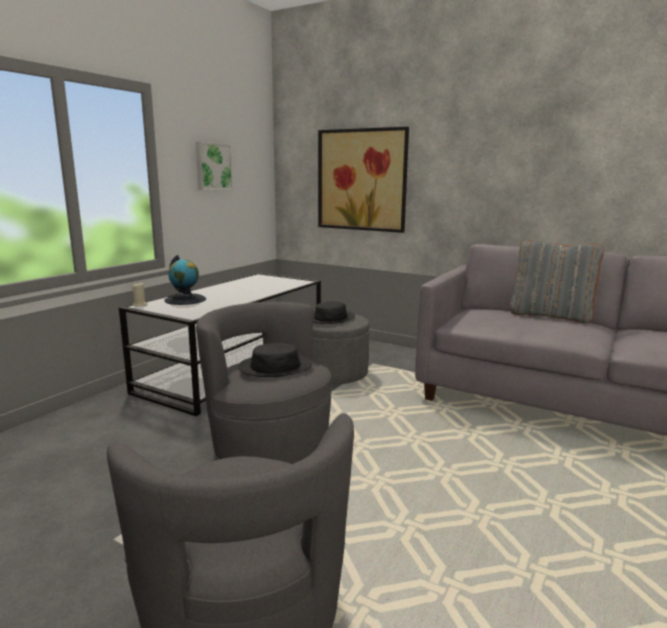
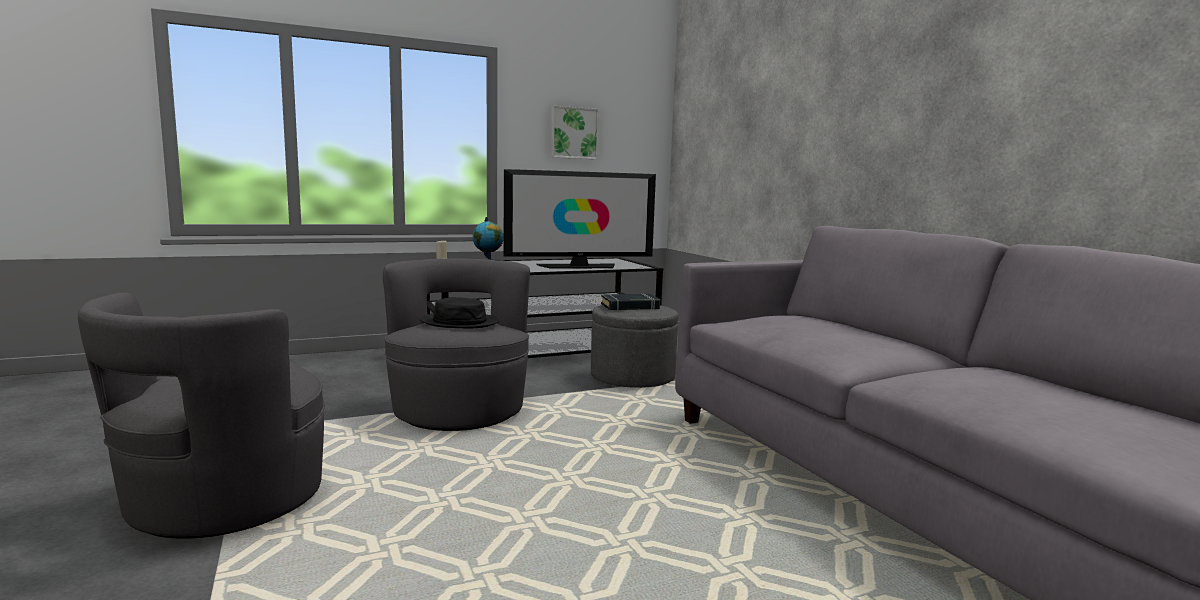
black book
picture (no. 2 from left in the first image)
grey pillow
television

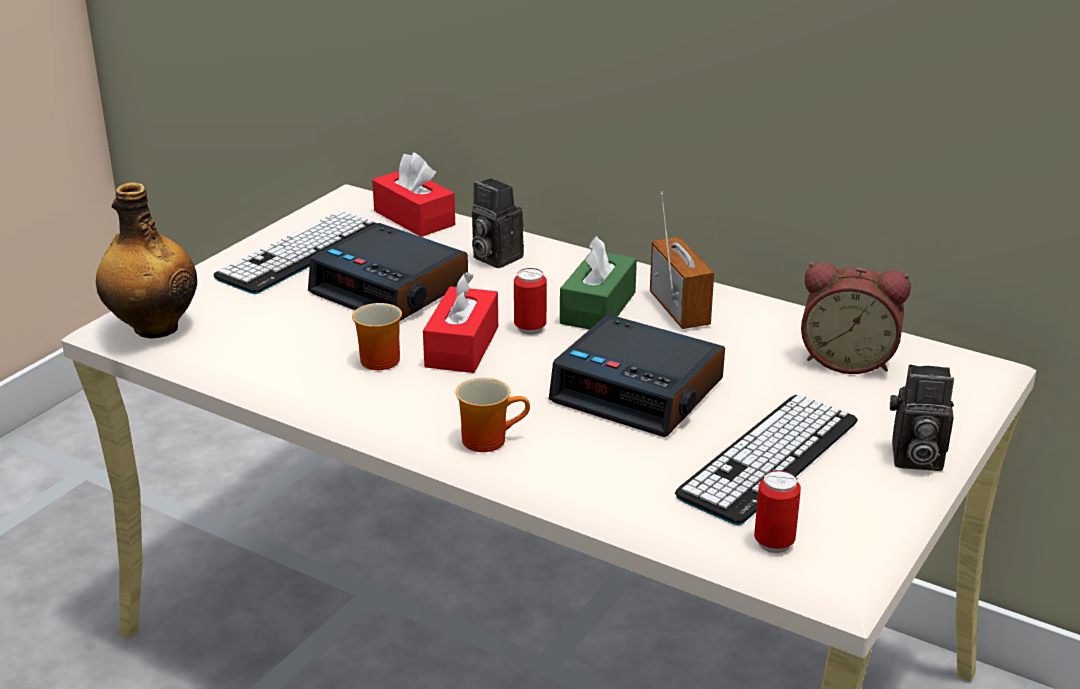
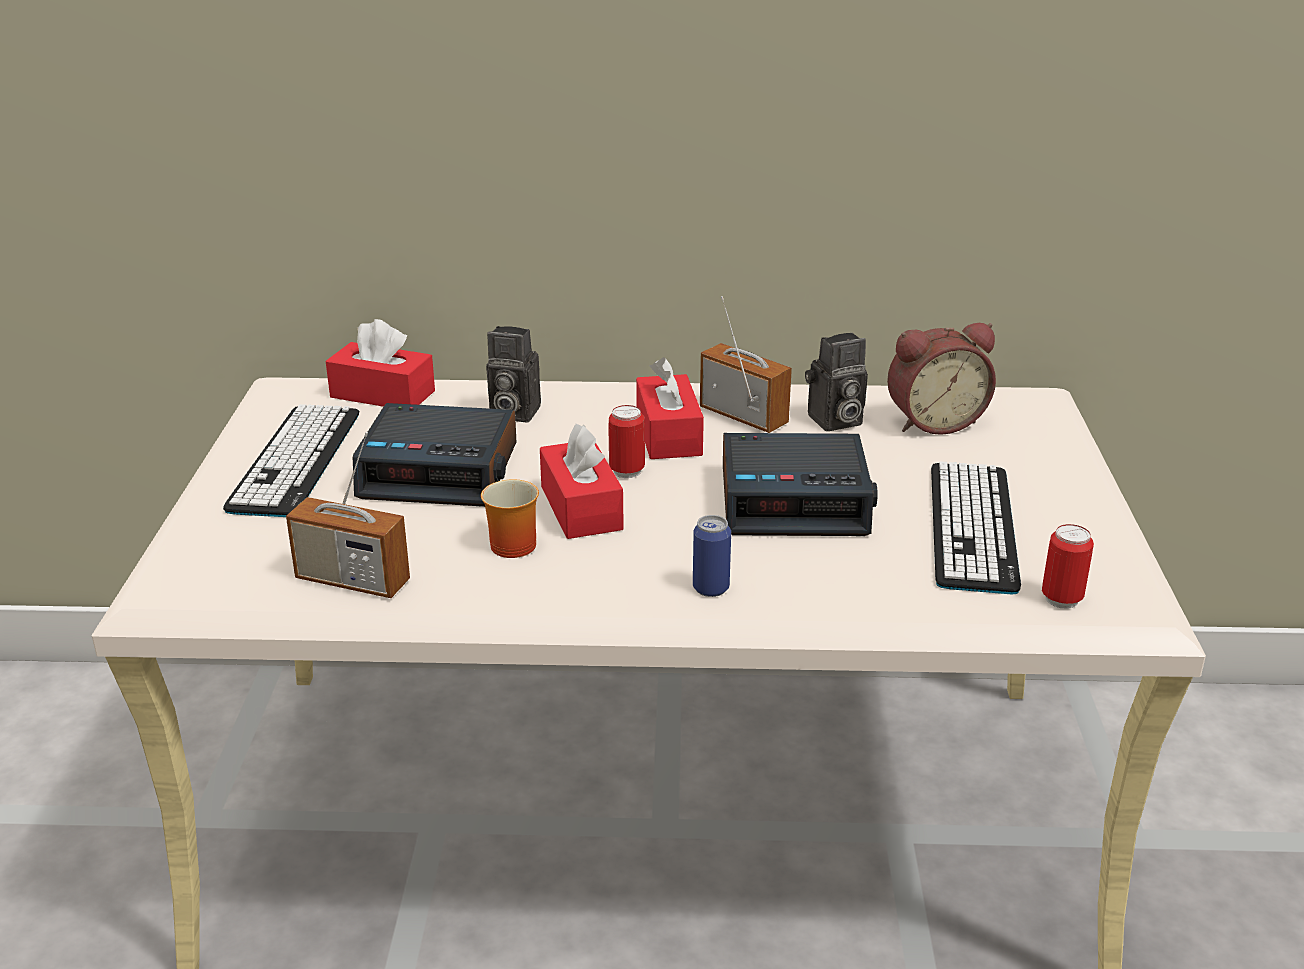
bottle
can (no. 2 from left)
red tissue box (no. 3 from left)
photo camera (no. 2 from left)
radio (no. 1 from left)

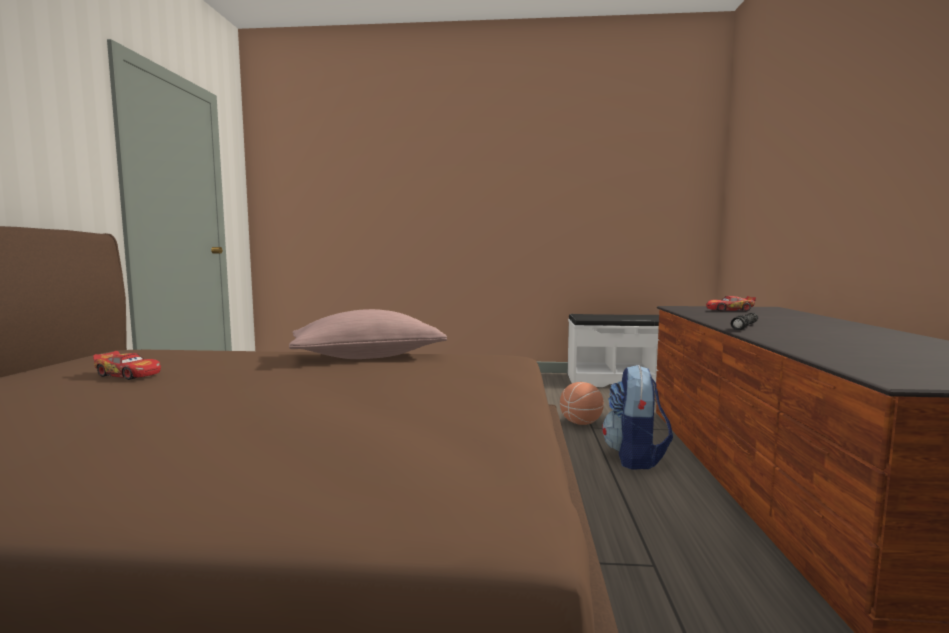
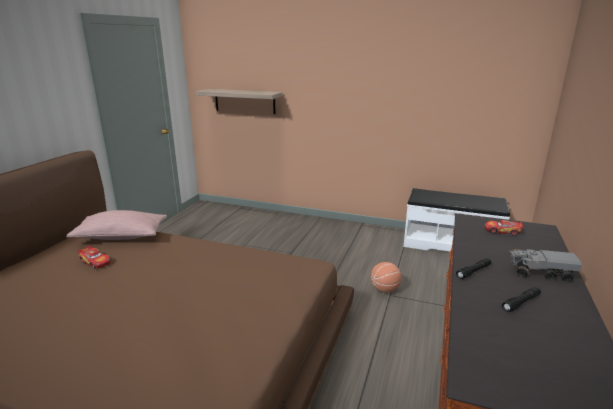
pink pillow
backpack
shelf
black flashlight (no. 2 from left)
toy truck

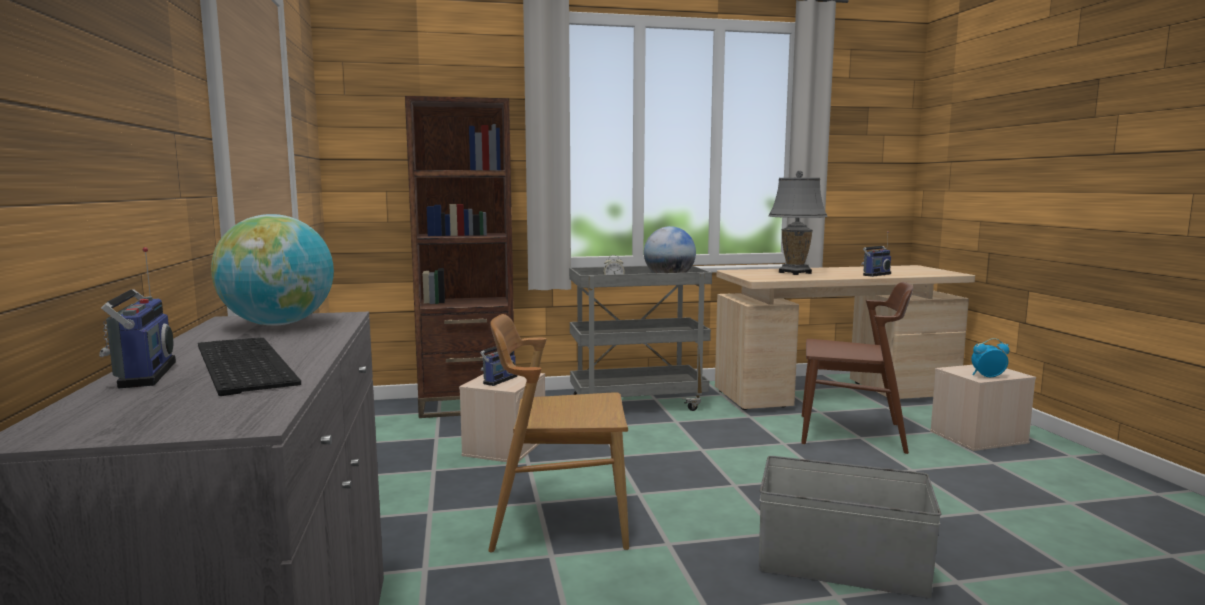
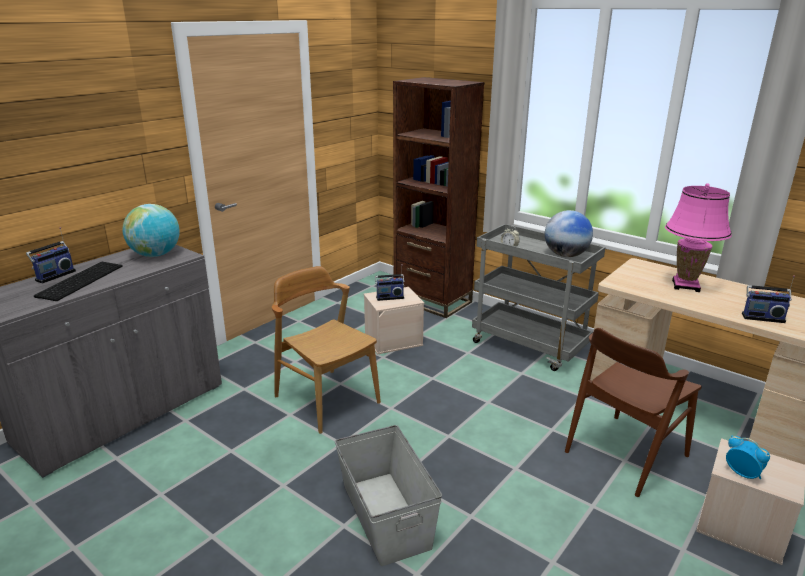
pink table lamp
brown chair (no. 2 from left)

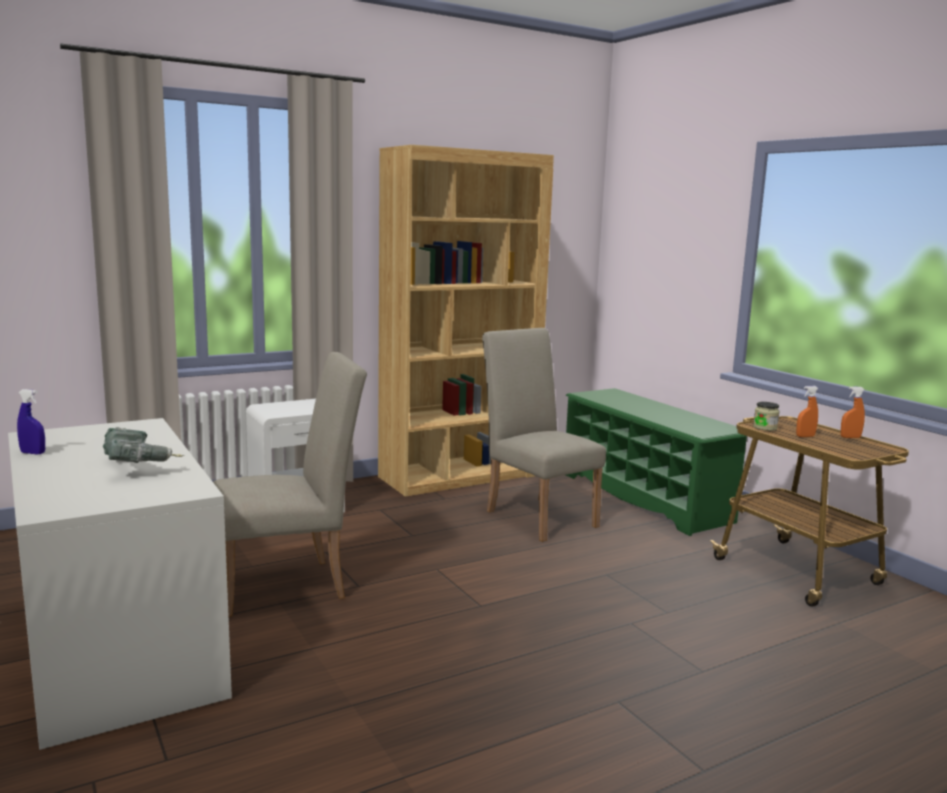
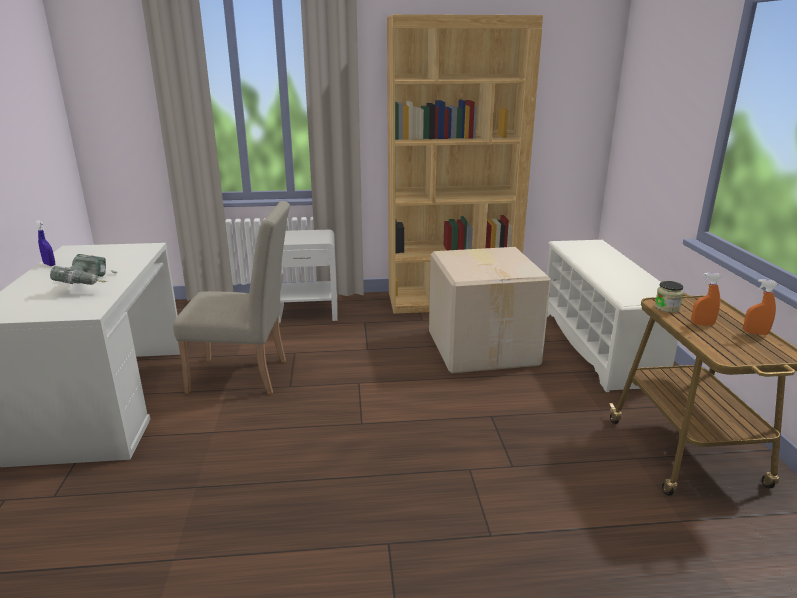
cardboard box
white shoe rack

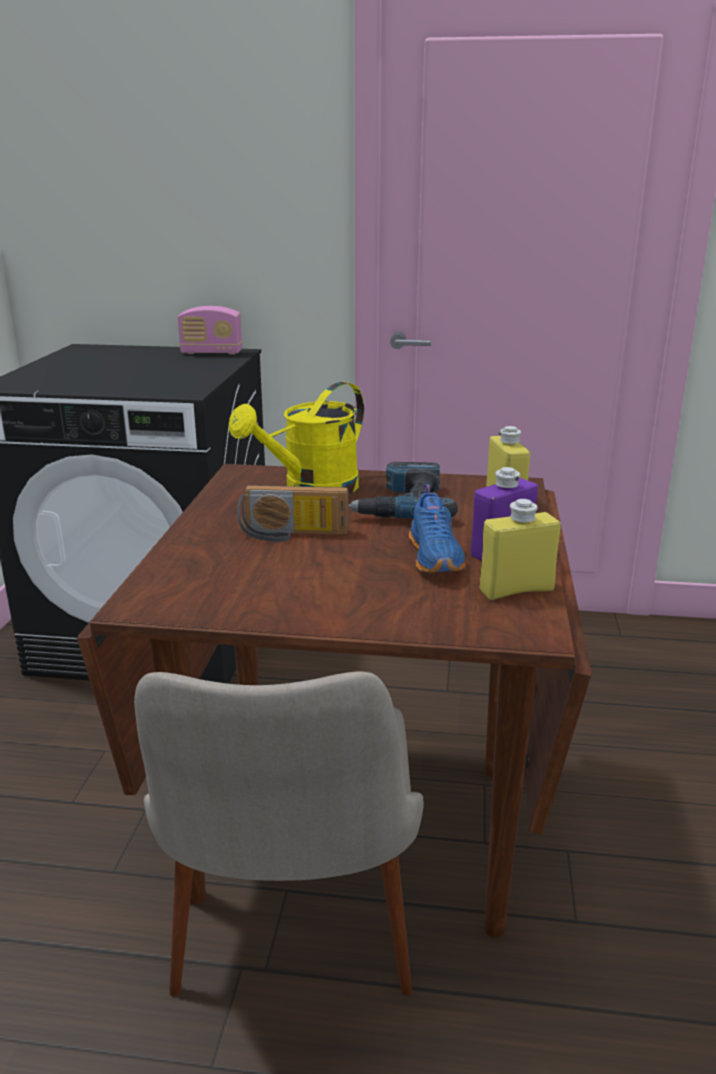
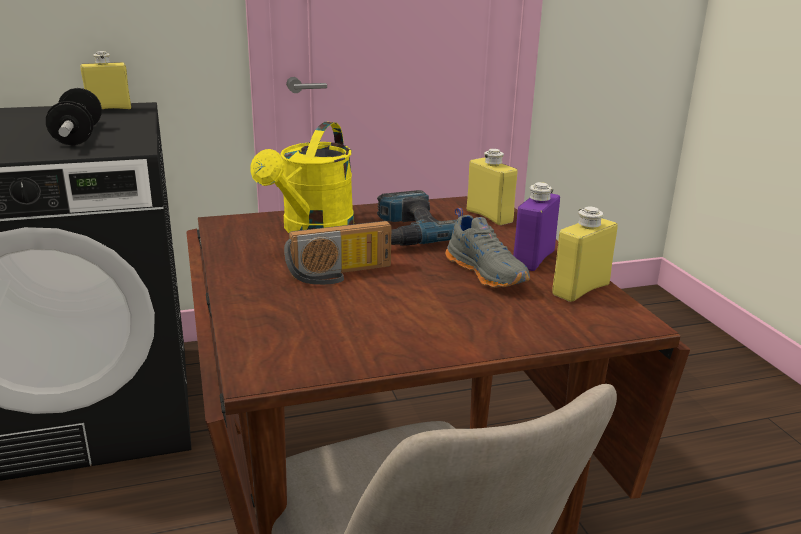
yellow bottle (no. 1 from left)
grey shoe
dumbbell

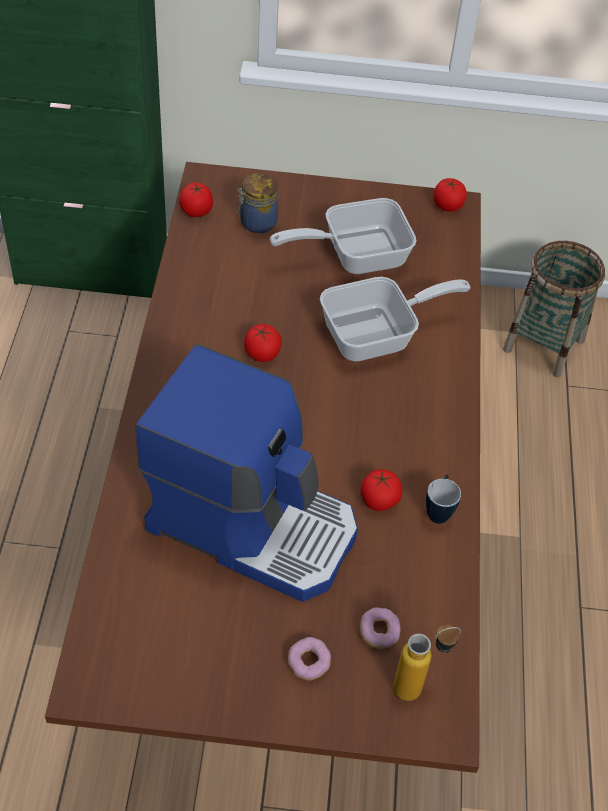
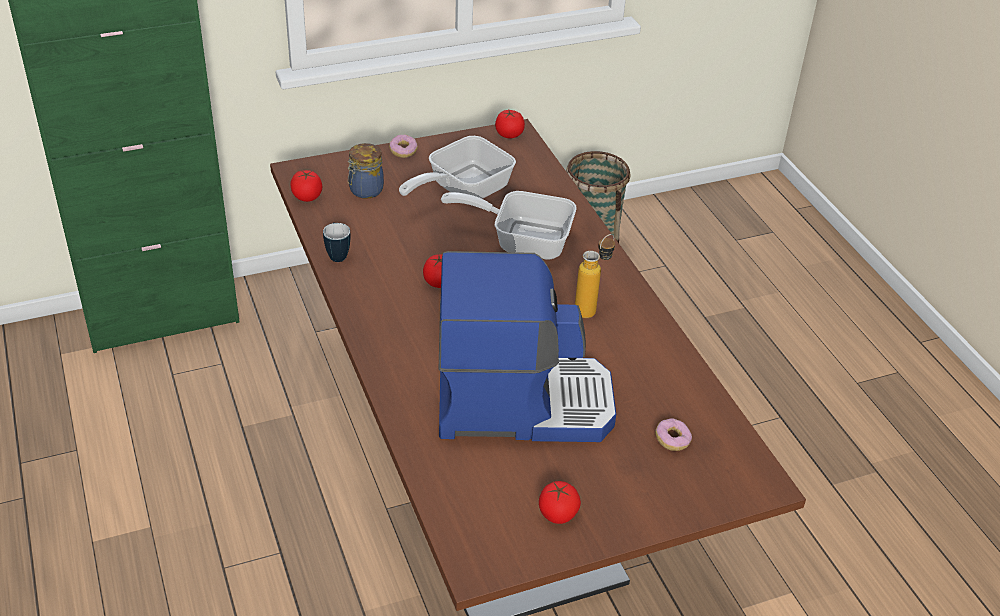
donut (no. 1 from left)
frying pan (no. 2 from left)
tomato (no. 4 from left)
bottle
mug

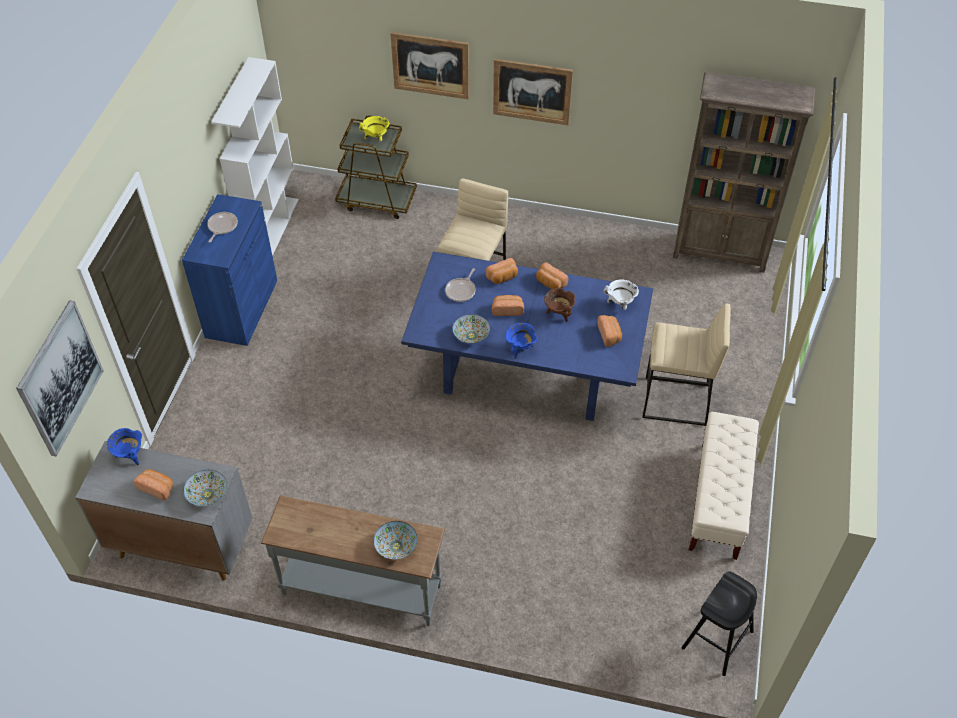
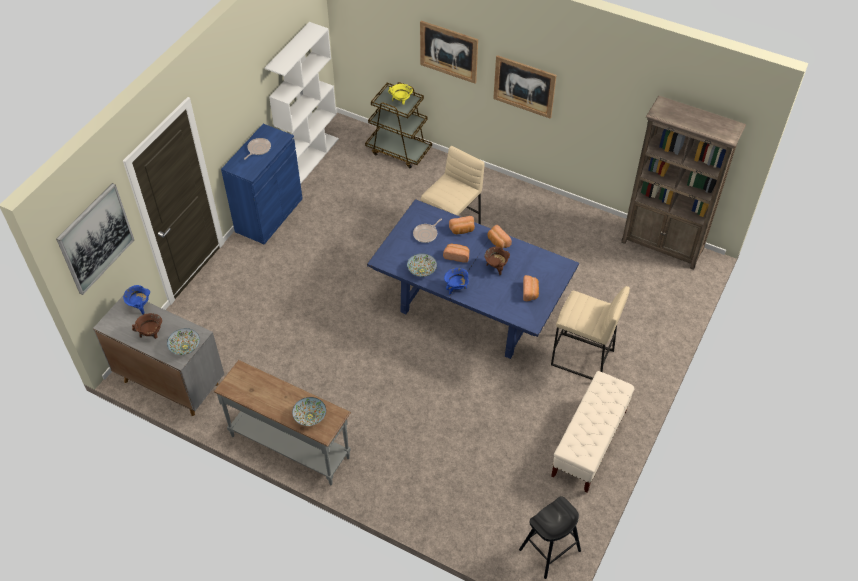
brown cooking pot (no. 1 from left)
white cooking pot

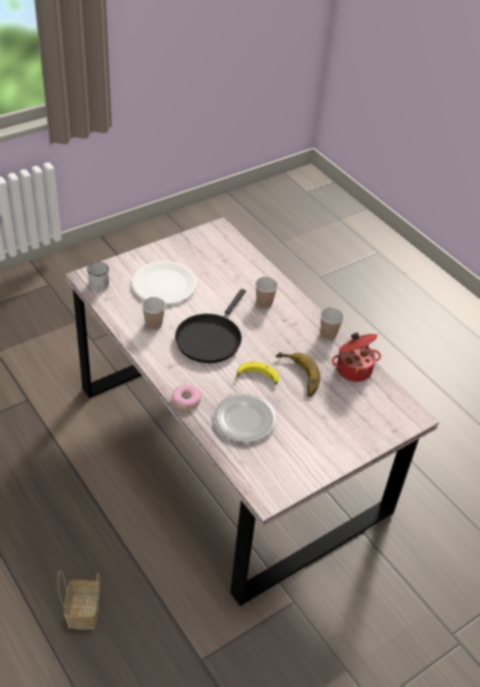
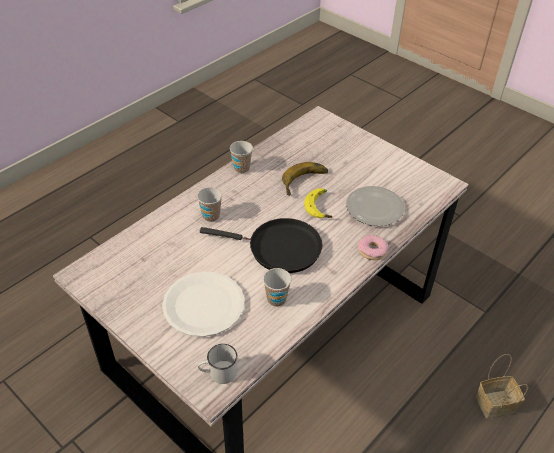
cooking pot

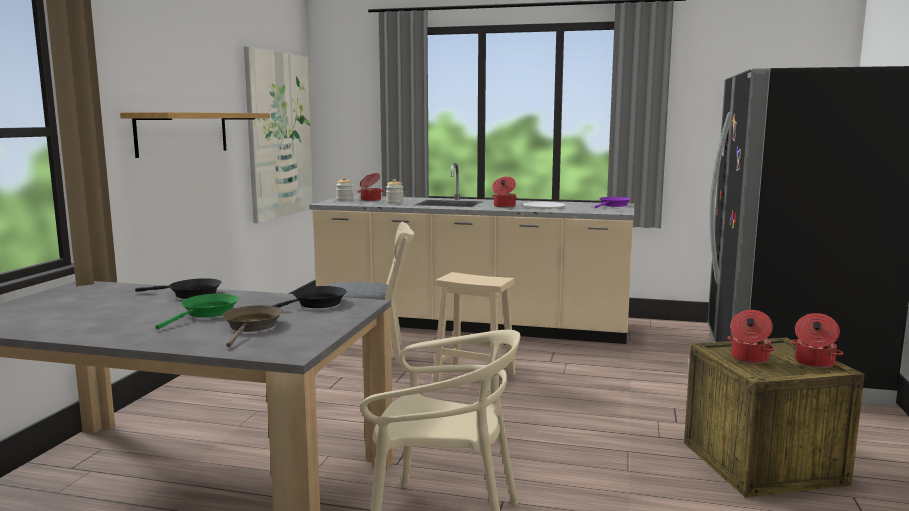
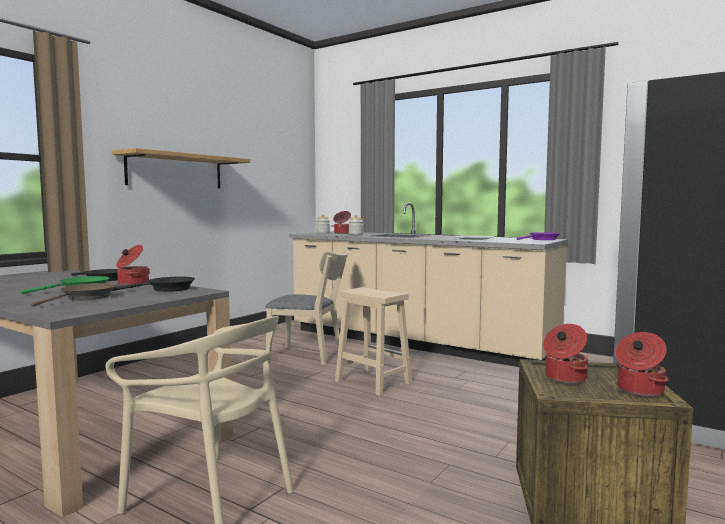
picture
cooking pot (no. 1 from left)

